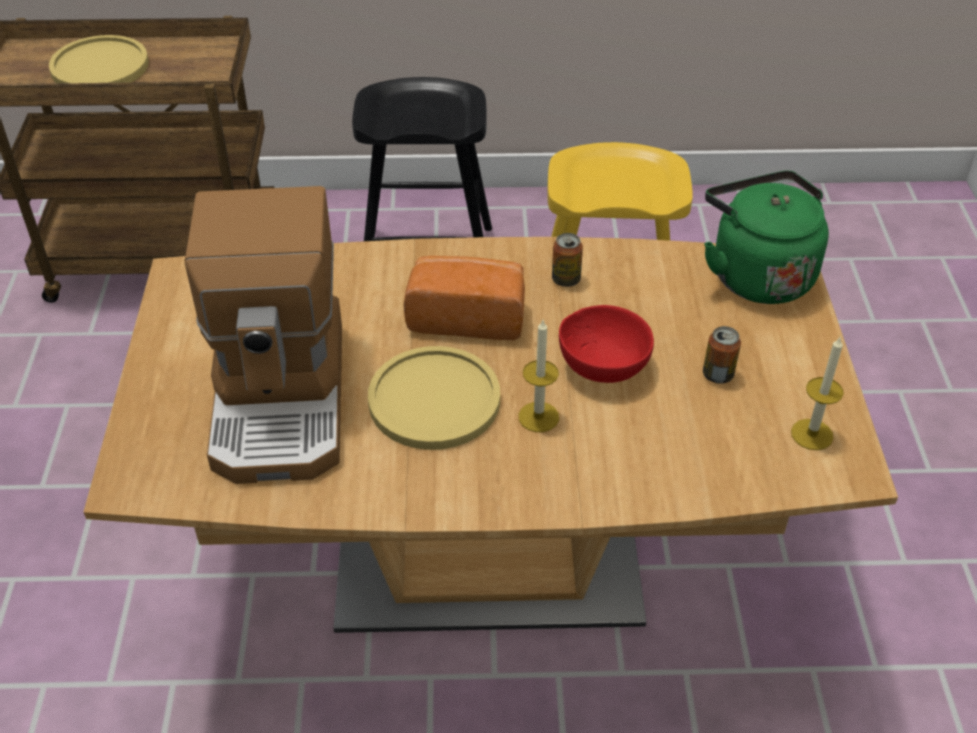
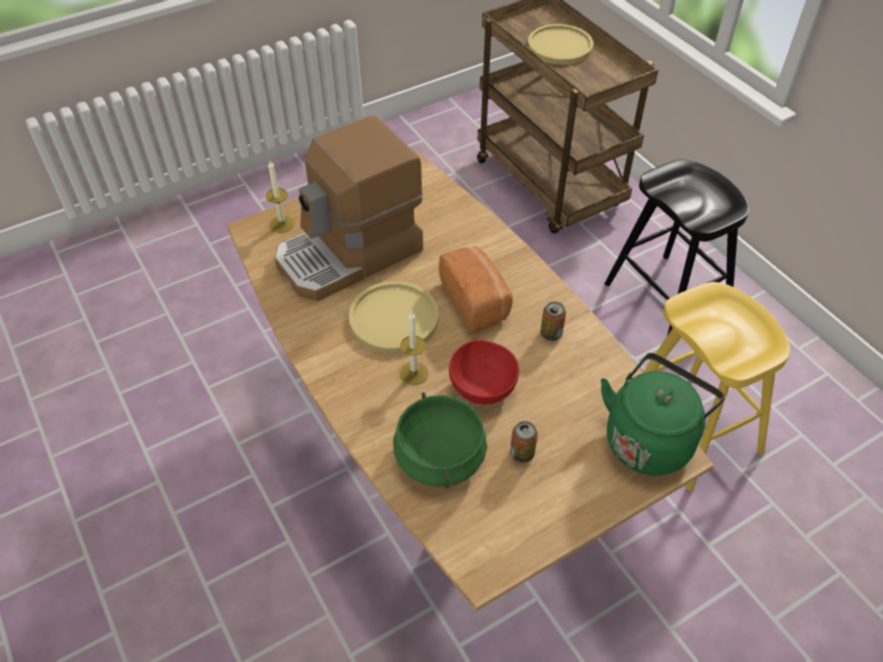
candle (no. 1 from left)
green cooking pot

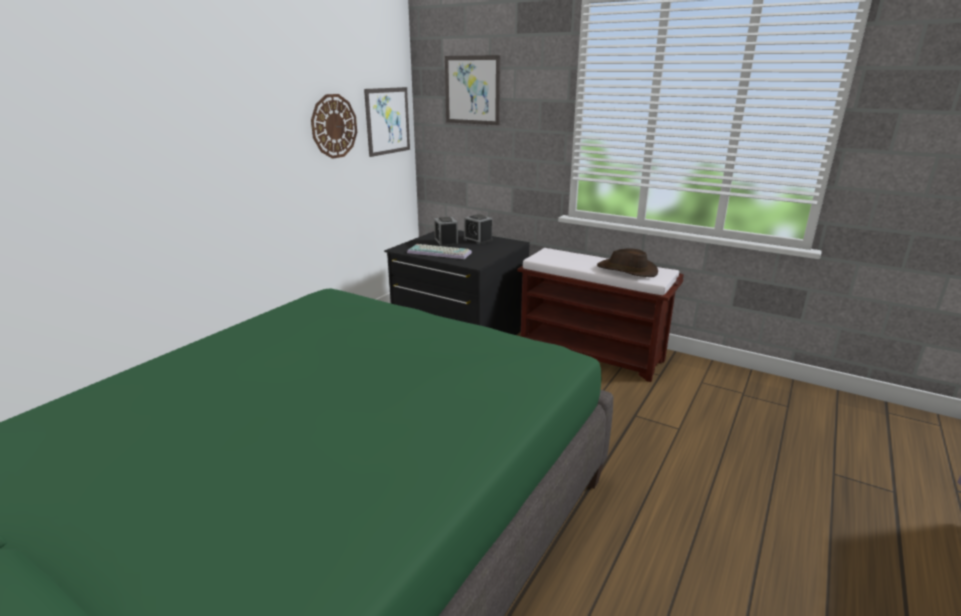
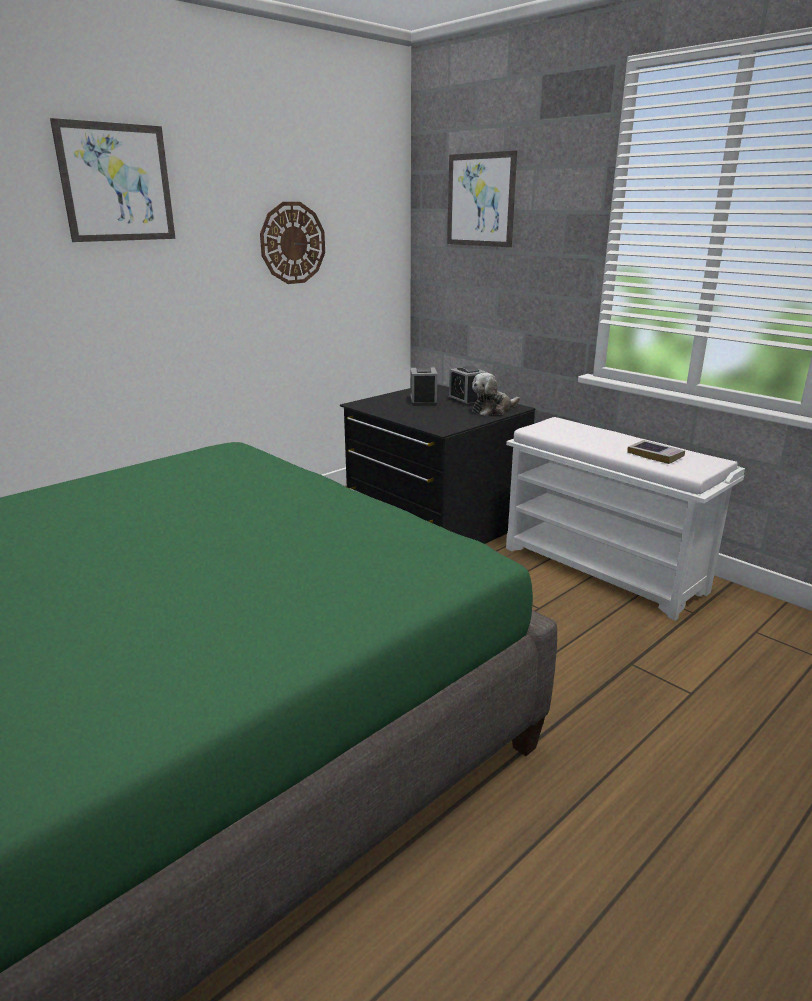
picture (no. 1 from left)
keyboard
white bench
book
plush toy

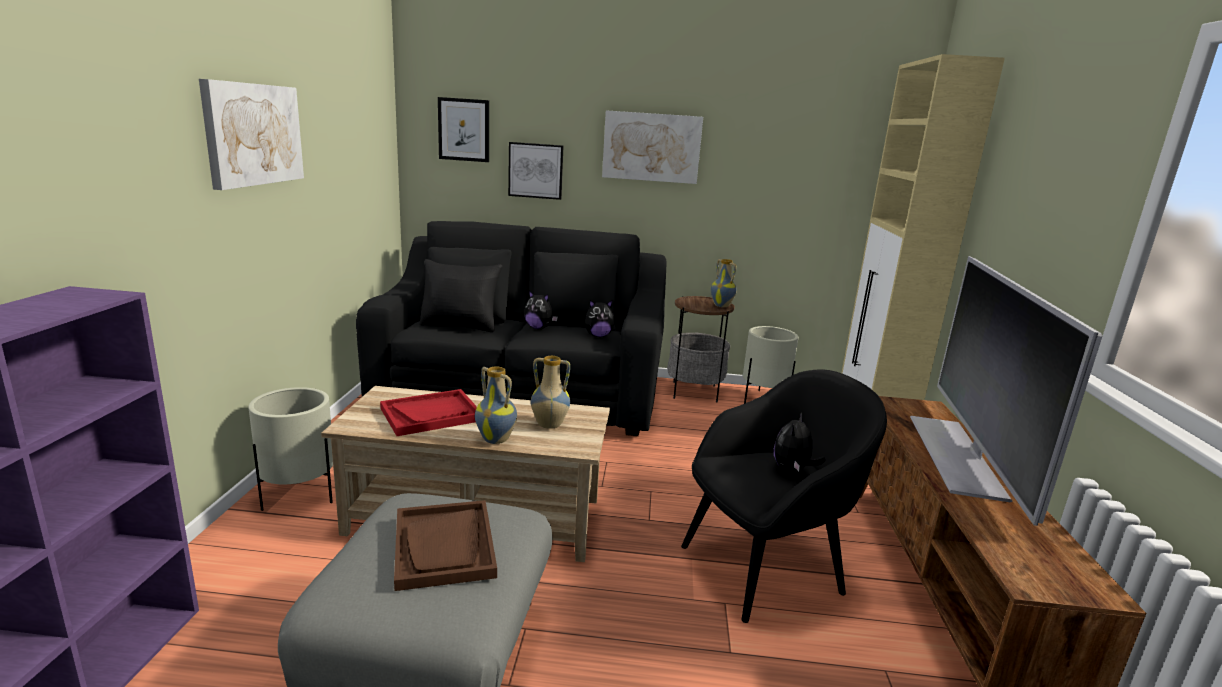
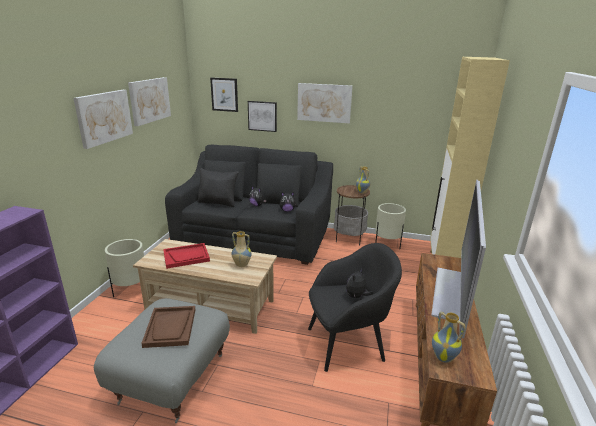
vase (no. 3 from left)
picture (no. 2 from left)

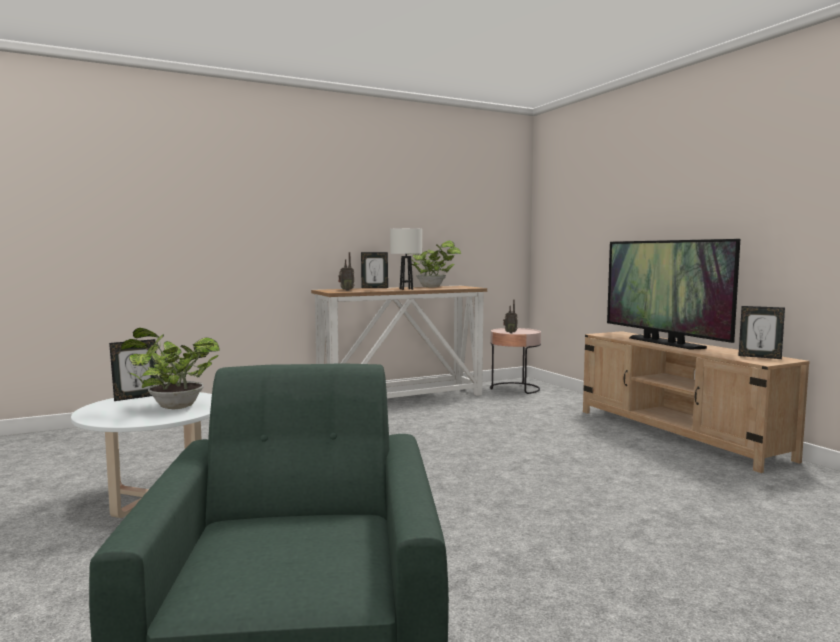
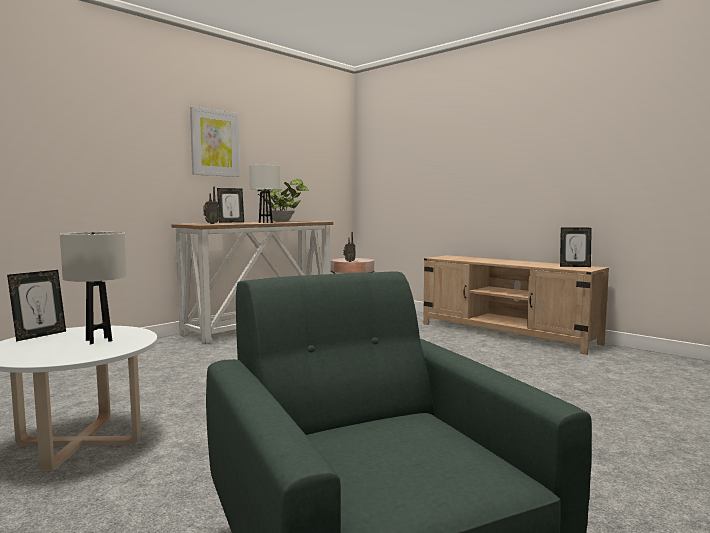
white table lamp (no. 1 from left)
television
picture

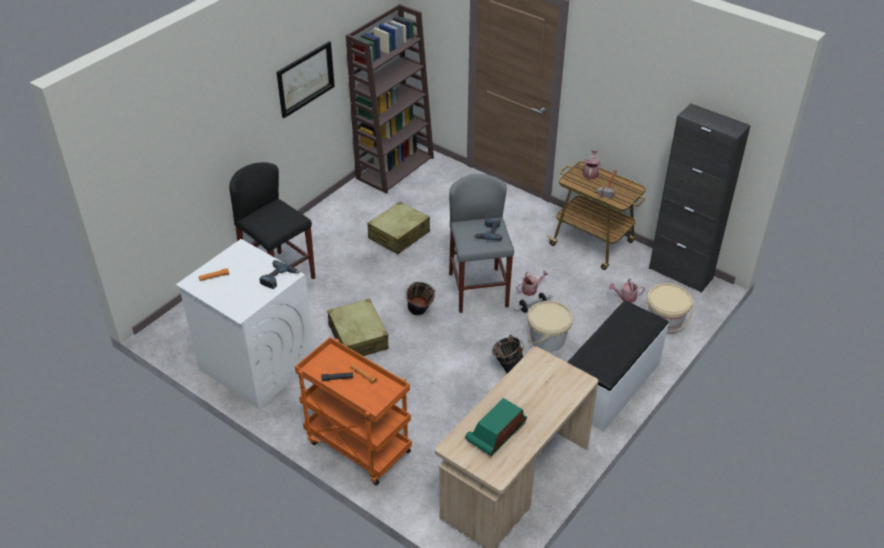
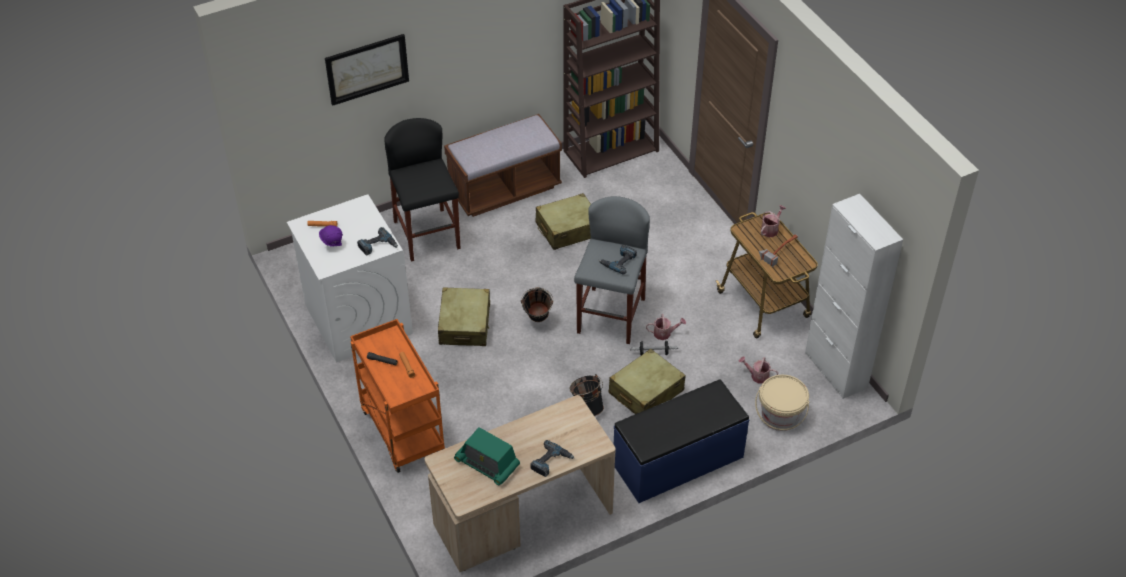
picture
radio
beige suitcase (no. 3 from left)
blue bench
white cabinet
purple hard hat
brown bench
power drill (no. 2 from left)

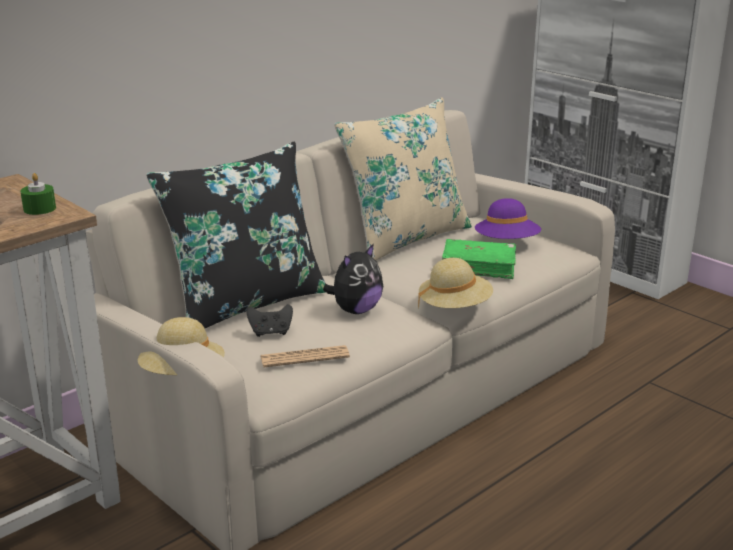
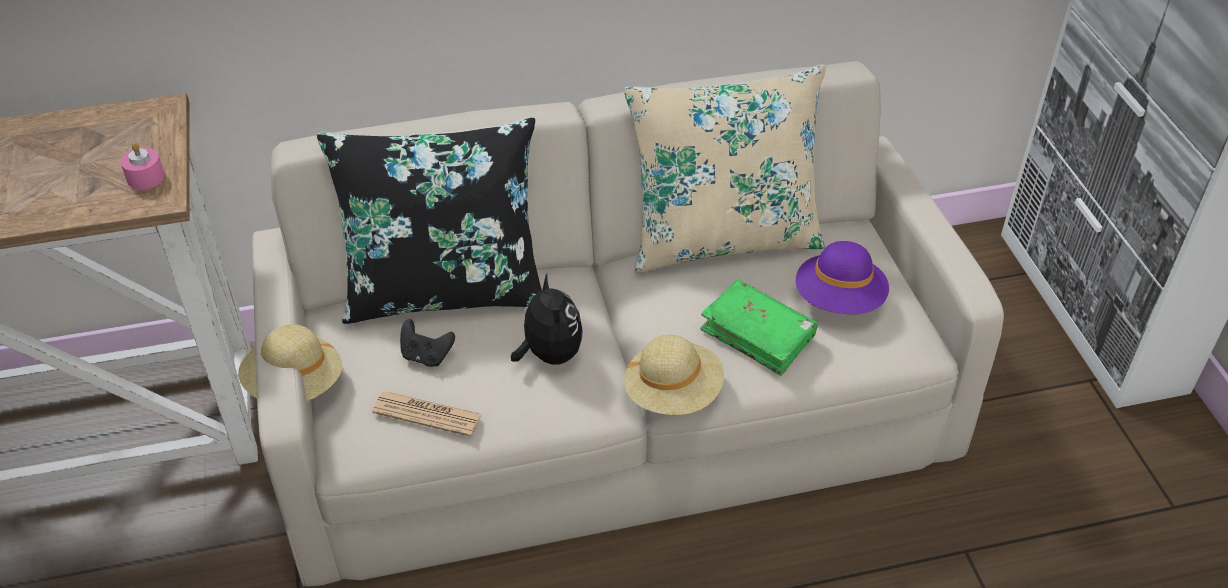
pink candle
plush toy

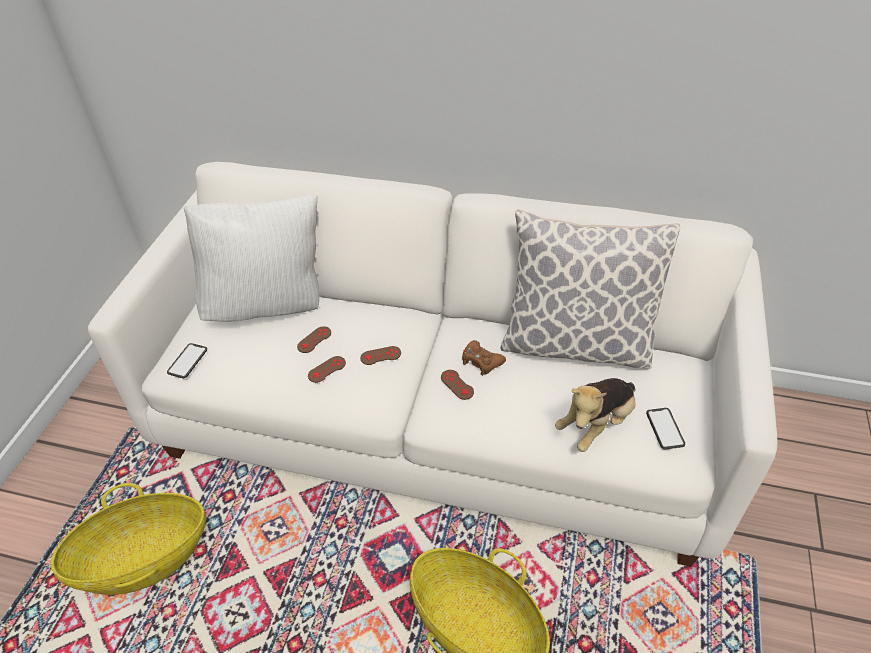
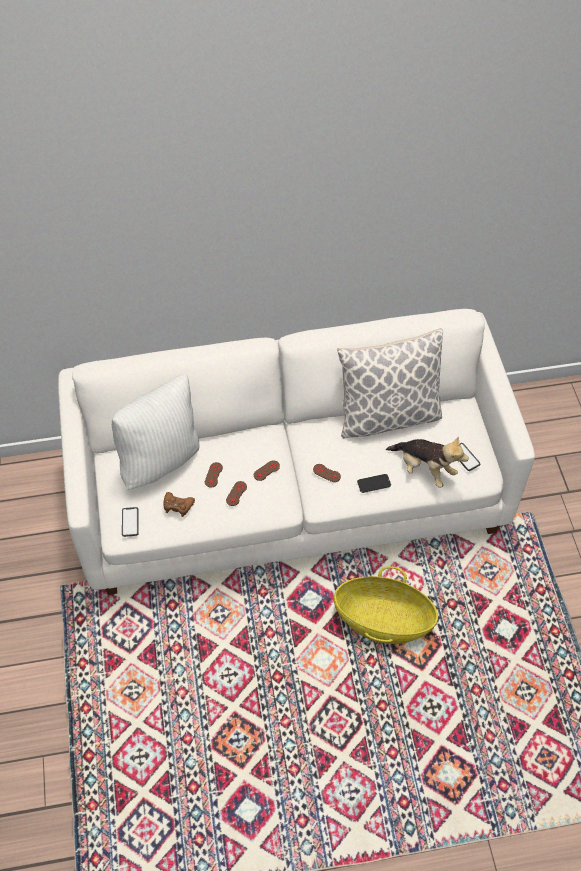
basket (no. 1 from left in the first image)
brown game controller (no. 1 from left)
plush toy
phone (no. 2 from left)

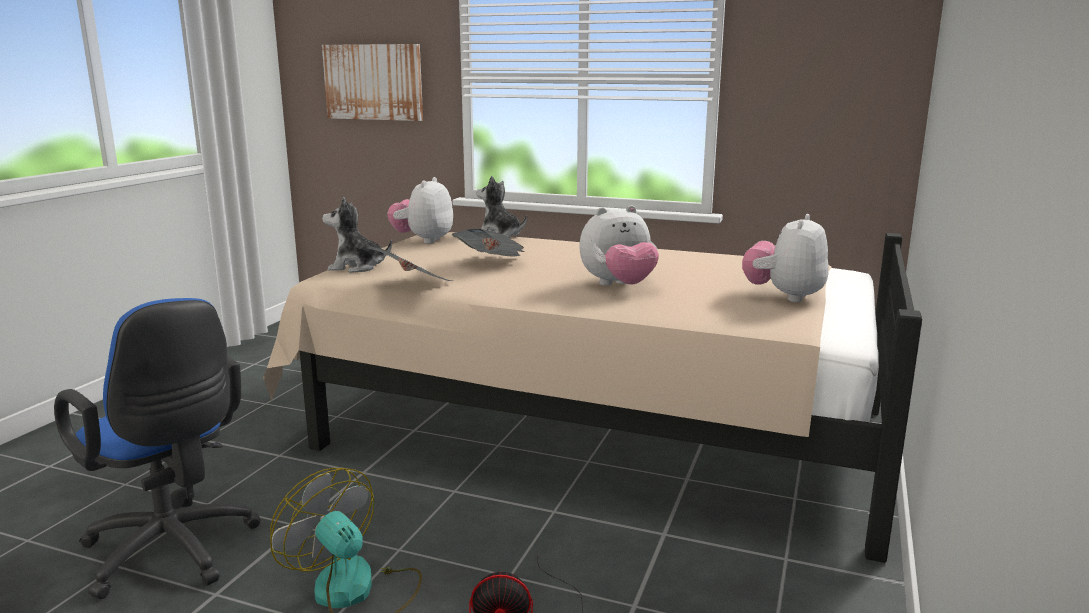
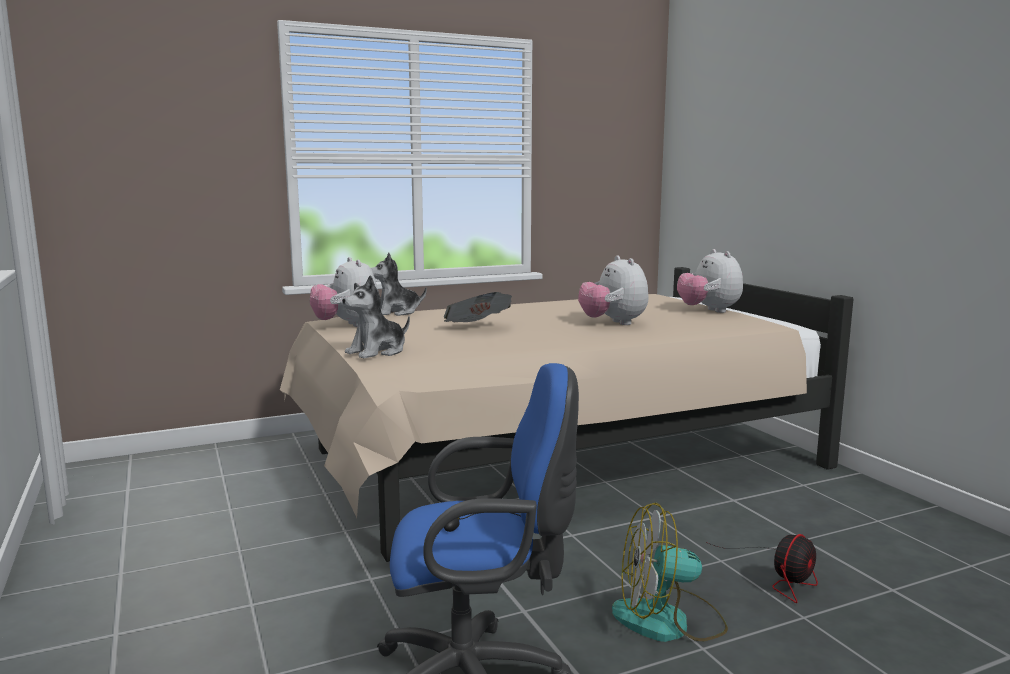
picture
newspaper (no. 1 from left in the first image)
plush toy (no. 4 from left)

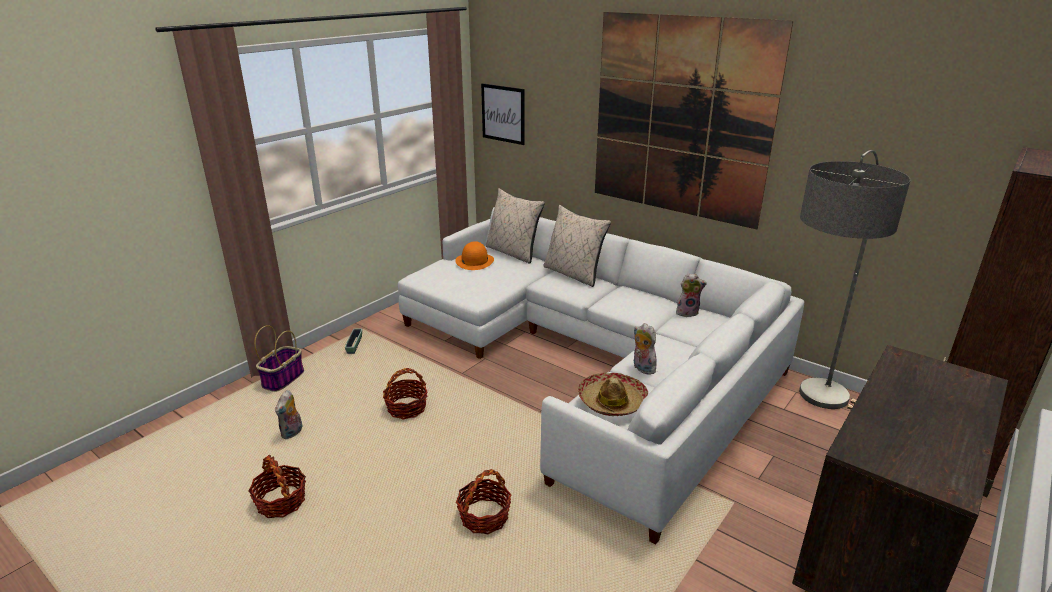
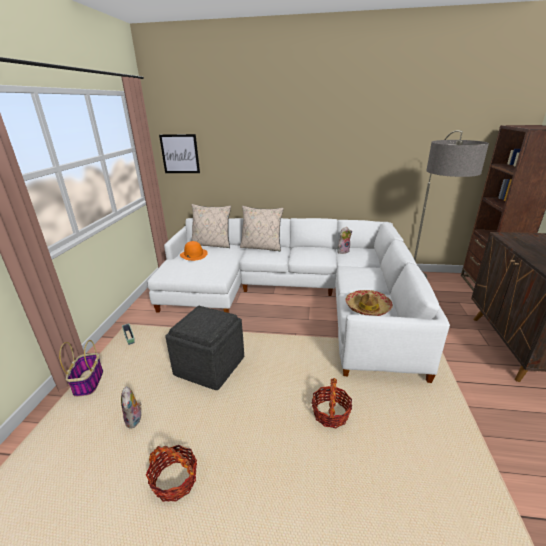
grey ottoman
picture (no. 2 from left in the first image)
plush toy (no. 2 from left in the first image)

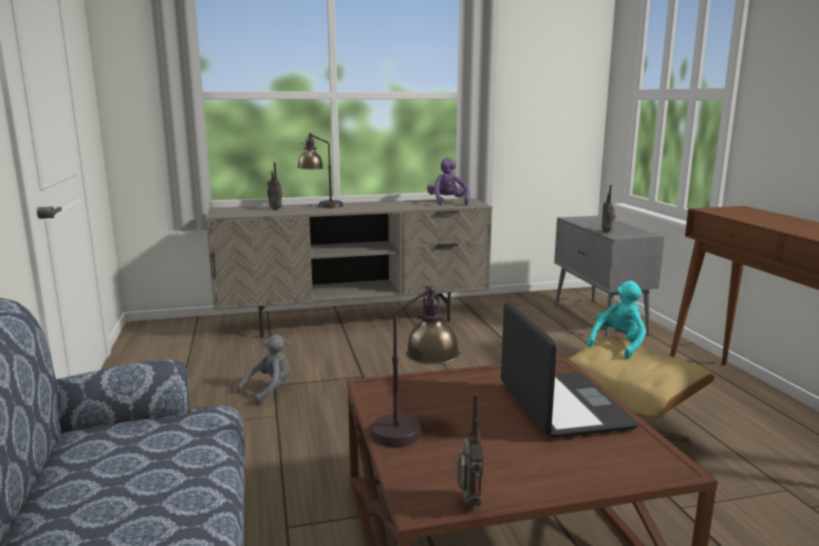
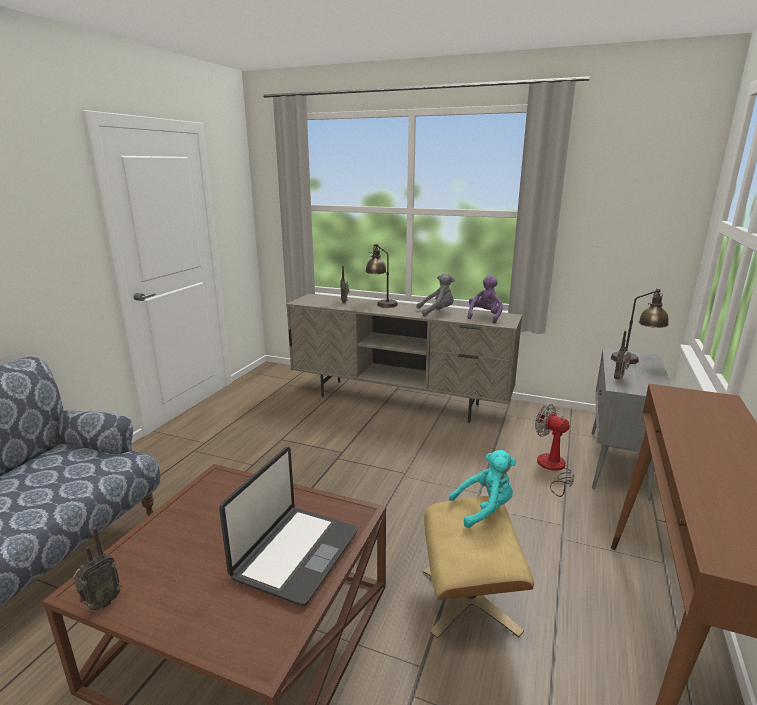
grey plush toy
table lamp (no. 2 from left)
fan

